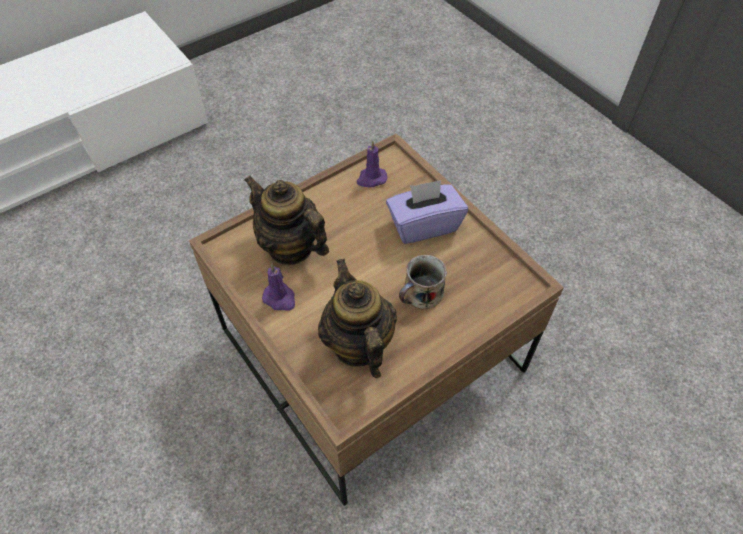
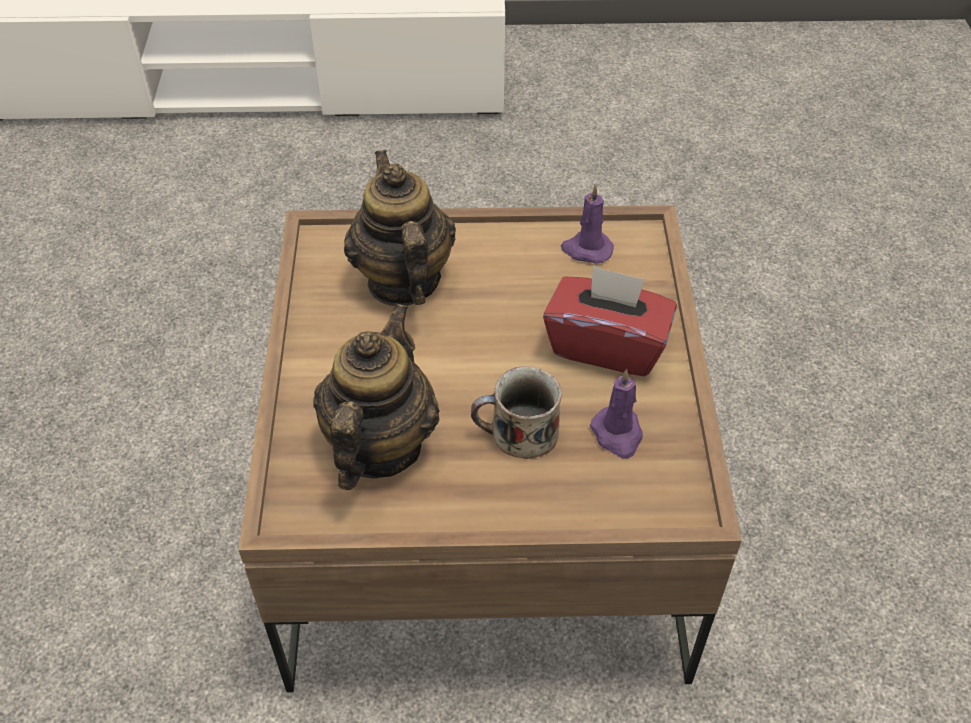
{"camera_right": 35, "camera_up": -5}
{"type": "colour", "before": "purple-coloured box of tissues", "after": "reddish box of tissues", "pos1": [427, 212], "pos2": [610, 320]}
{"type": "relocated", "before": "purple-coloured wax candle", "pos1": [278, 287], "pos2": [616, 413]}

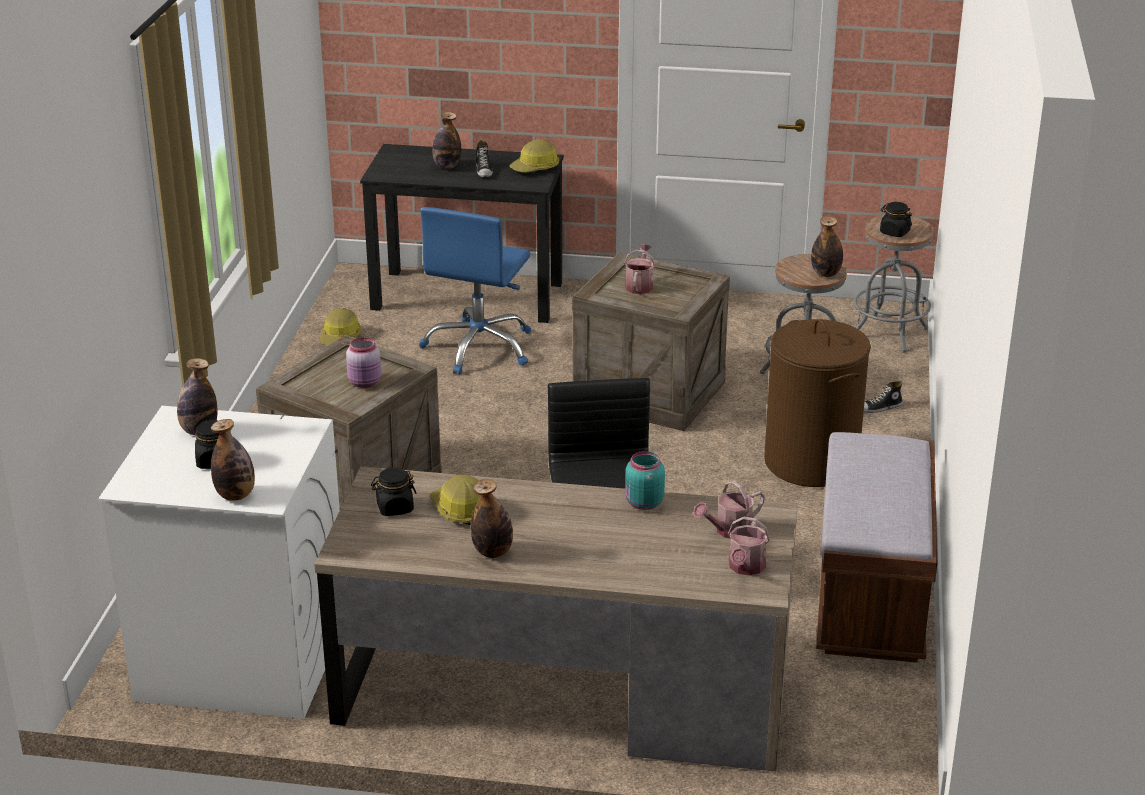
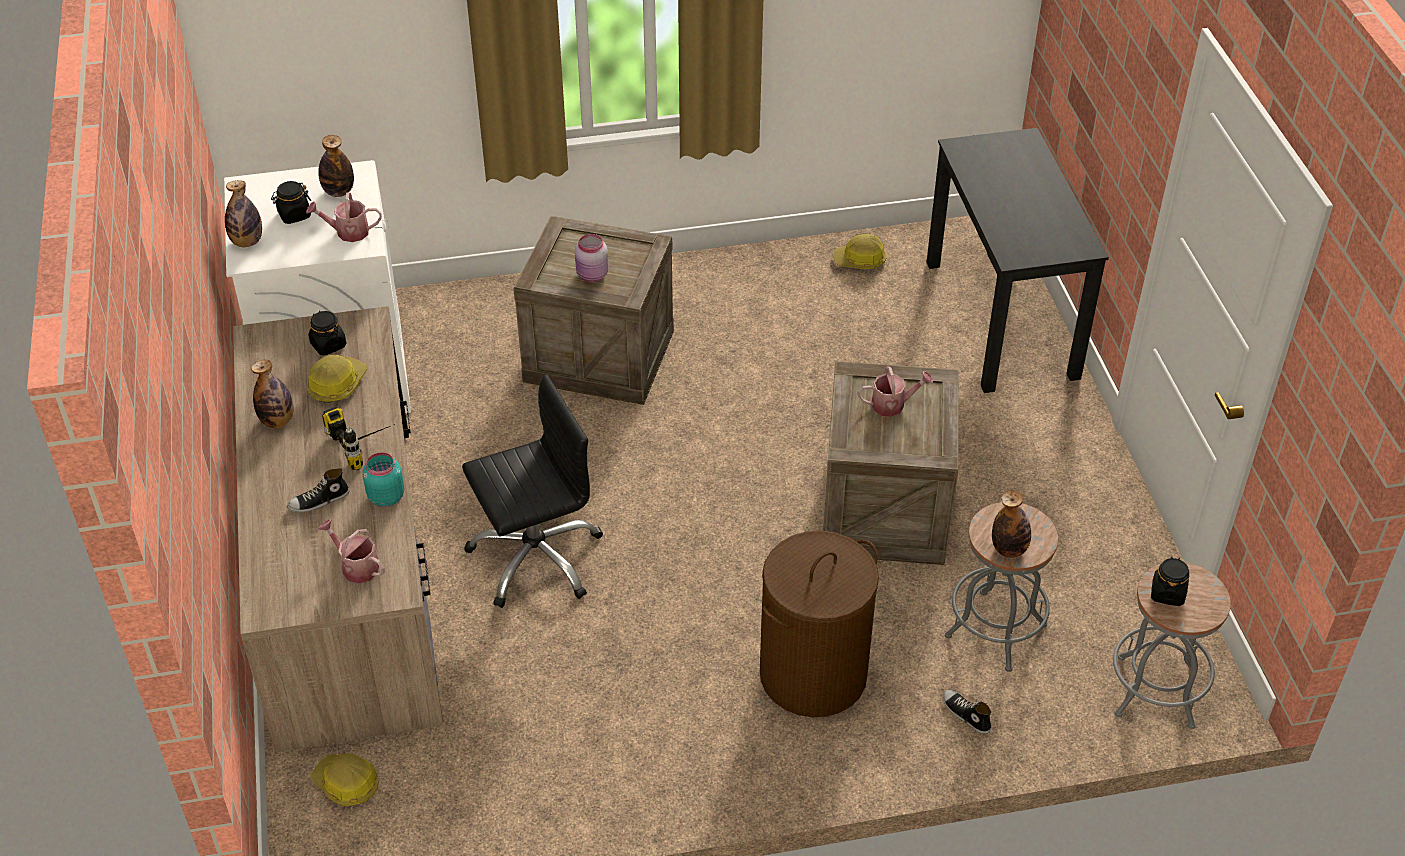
{"camera_right": 70, "camera_up": 15}
{"type": "missing", "before": "beverage bottle", "pos1": [446, 140]}
{"type": "relocated", "before": "safety helmet", "pos1": [534, 156], "pos2": [345, 779]}
{"type": "relocated", "before": "shoe", "pos1": [484, 158], "pos2": [318, 490]}
{"type": "missing", "before": "bluish desk chair", "pos1": [475, 291]}
{"type": "missing", "before": "brown-coloured indoor bench", "pos1": [876, 547]}
{"type": "relocated", "before": "watering can", "pos1": [749, 546], "pos2": [344, 217]}
{"type": "appeared", "after": "drill", "pos2": [358, 438]}

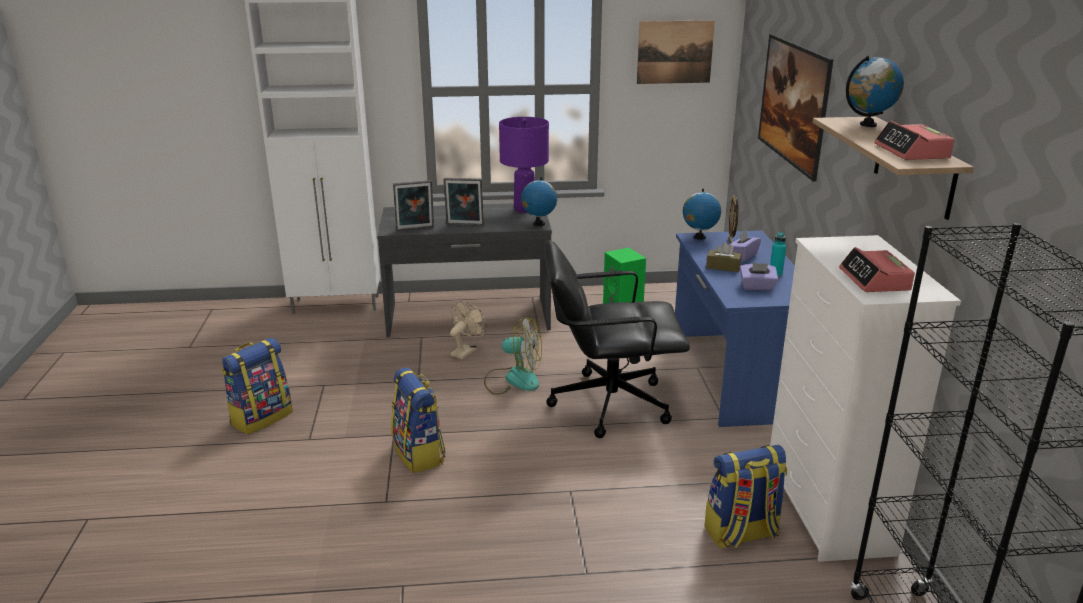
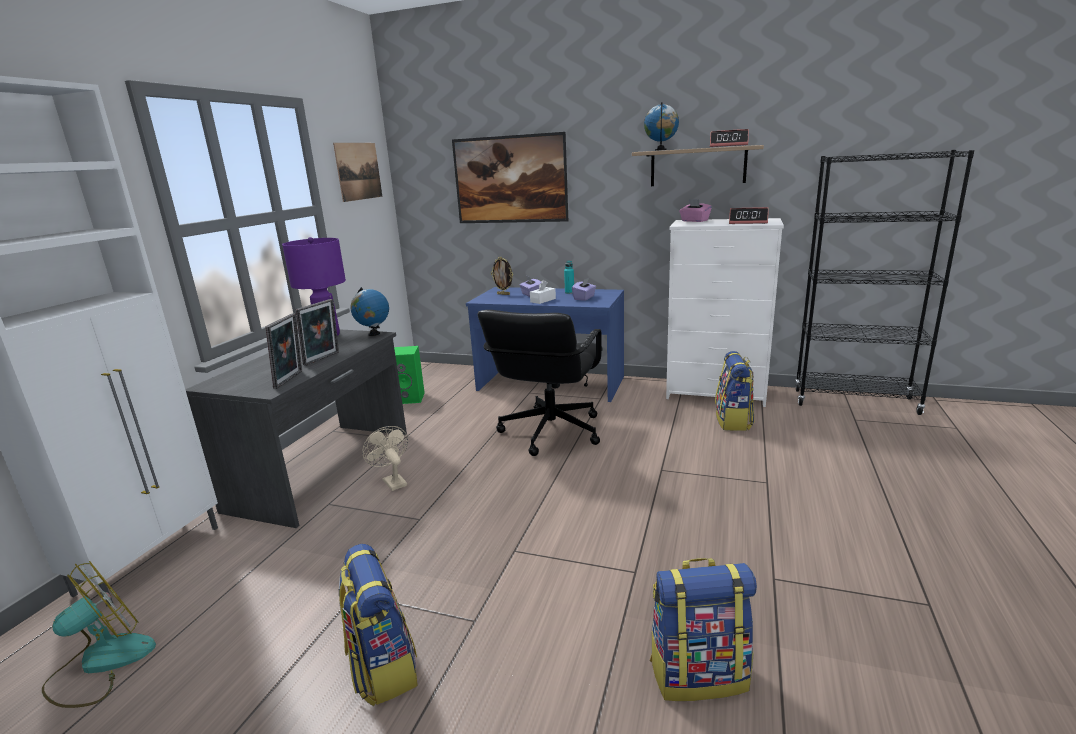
{"camera_right": -65, "camera_up": -5}
{"type": "missing", "before": "world globe", "pos1": [702, 214]}
{"type": "colour", "before": "brown-coloured box of tissues", "after": "whitish box of tissues", "pos1": [724, 257], "pos2": [543, 292]}
{"type": "relocated", "before": "cooling fan", "pos1": [513, 355], "pos2": [99, 634]}
{"type": "relocated", "before": "rucksack", "pos1": [418, 420], "pos2": [703, 629]}
{"type": "appeared", "after": "pinkish box of tissues", "pos2": [695, 210]}

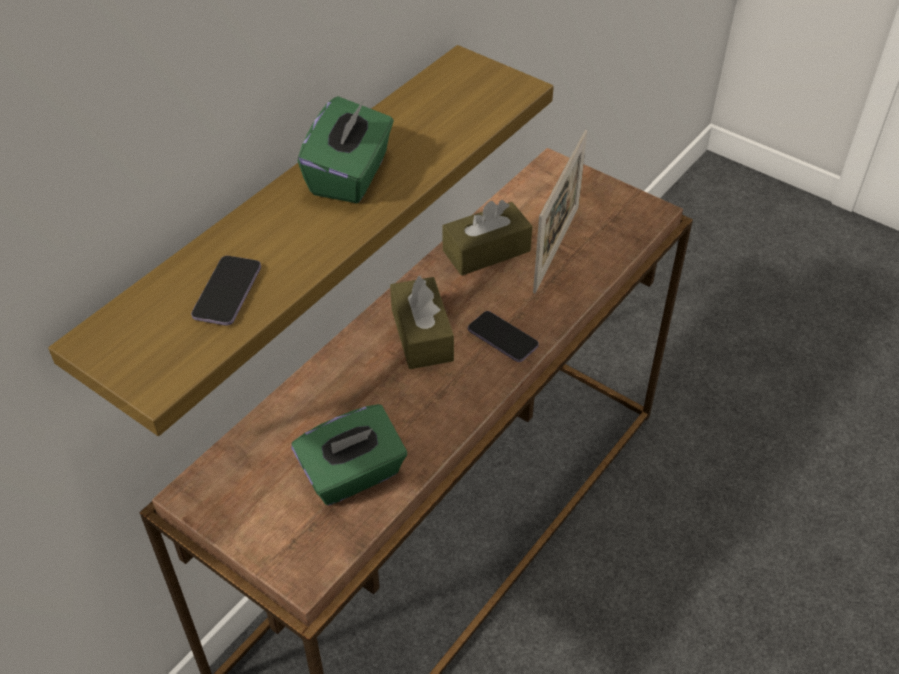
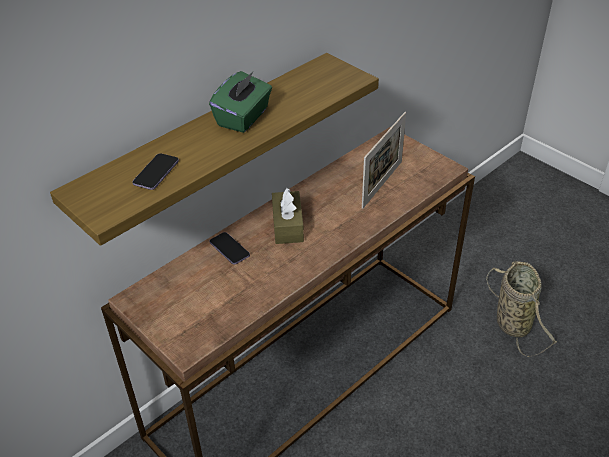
{"camera_right": 10, "camera_up": -5}
{"type": "missing", "before": "brown-coloured box of tissues", "pos1": [488, 238]}
{"type": "relocated", "before": "telephone", "pos1": [503, 336], "pos2": [230, 248]}
{"type": "missing", "before": "greenish box of tissues", "pos1": [349, 454]}
{"type": "appeared", "after": "basket", "pos2": [521, 309]}

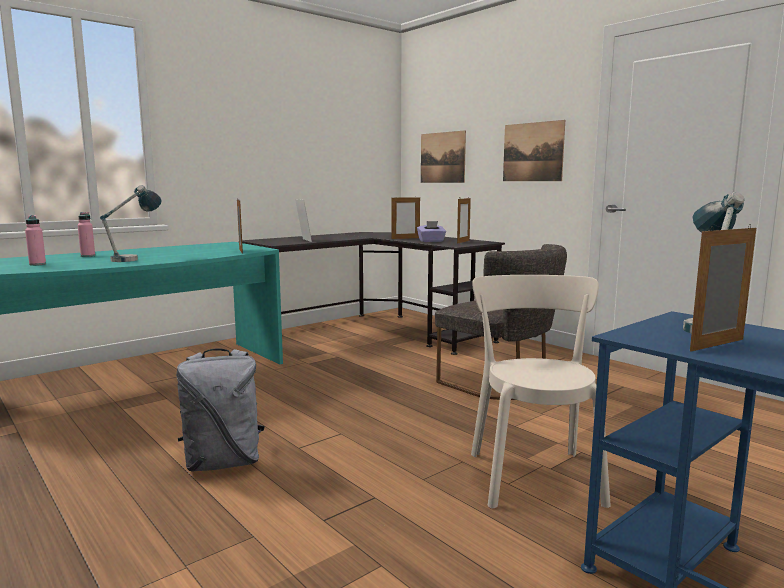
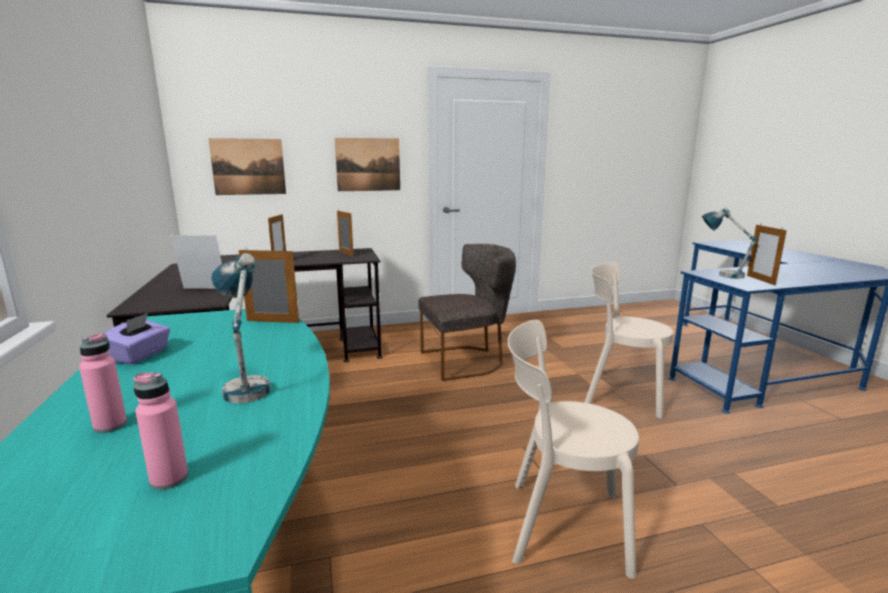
{"camera_right": -65, "camera_up": 5}
{"type": "relocated", "before": "purple-coloured box of tissues", "pos1": [431, 231], "pos2": [137, 339]}
{"type": "exchanged", "before": "gray rucksack", "after": "beige upright chair", "pos1": [220, 409], "pos2": [573, 449]}

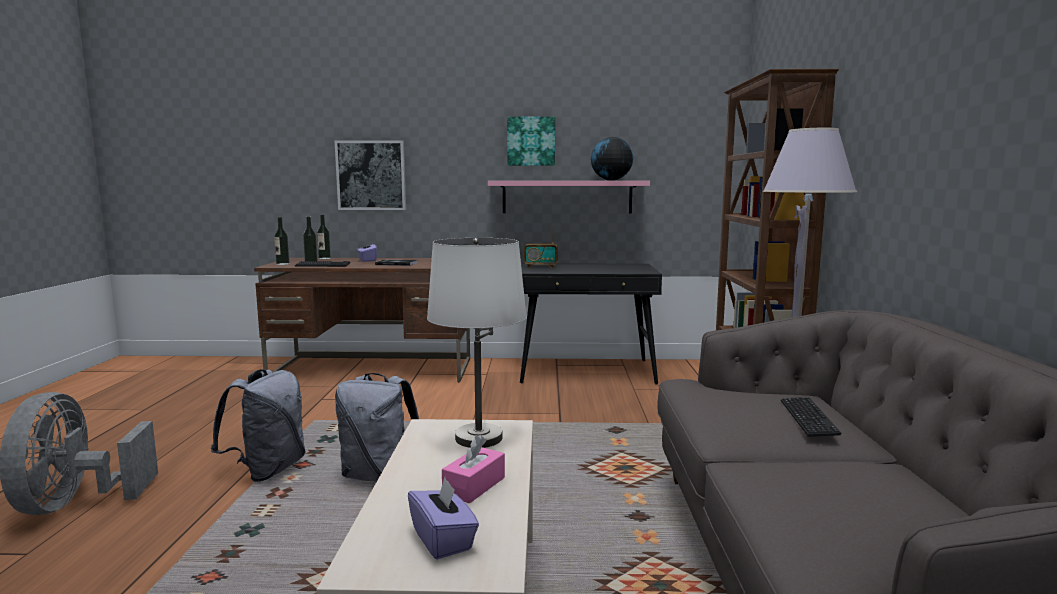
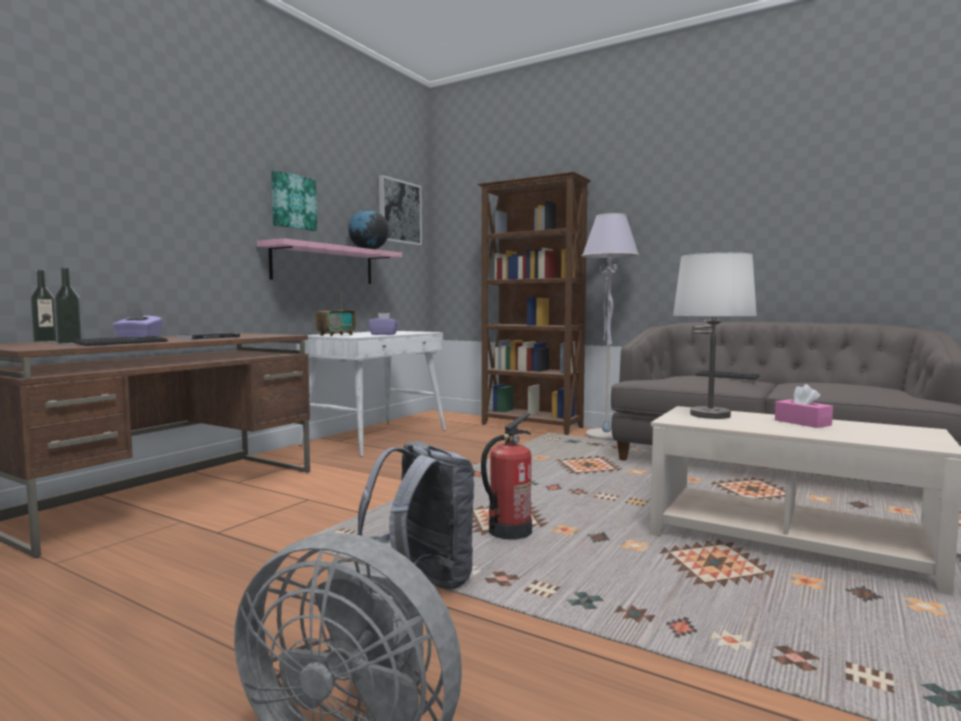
{"camera_right": -60, "camera_up": -5}
{"type": "relocated", "before": "wall picture", "pos1": [370, 175], "pos2": [400, 210]}
{"type": "missing", "before": "beverage bottle", "pos1": [282, 241]}
{"type": "colour", "before": "blackish desk unit", "after": "whitish desk unit", "pos1": [591, 324], "pos2": [371, 394]}
{"type": "exchanged", "before": "gray rucksack", "after": "extinguisher", "pos1": [377, 427], "pos2": [506, 476]}
{"type": "relocated", "before": "purple-coloured box of tissues", "pos1": [443, 518], "pos2": [383, 324]}

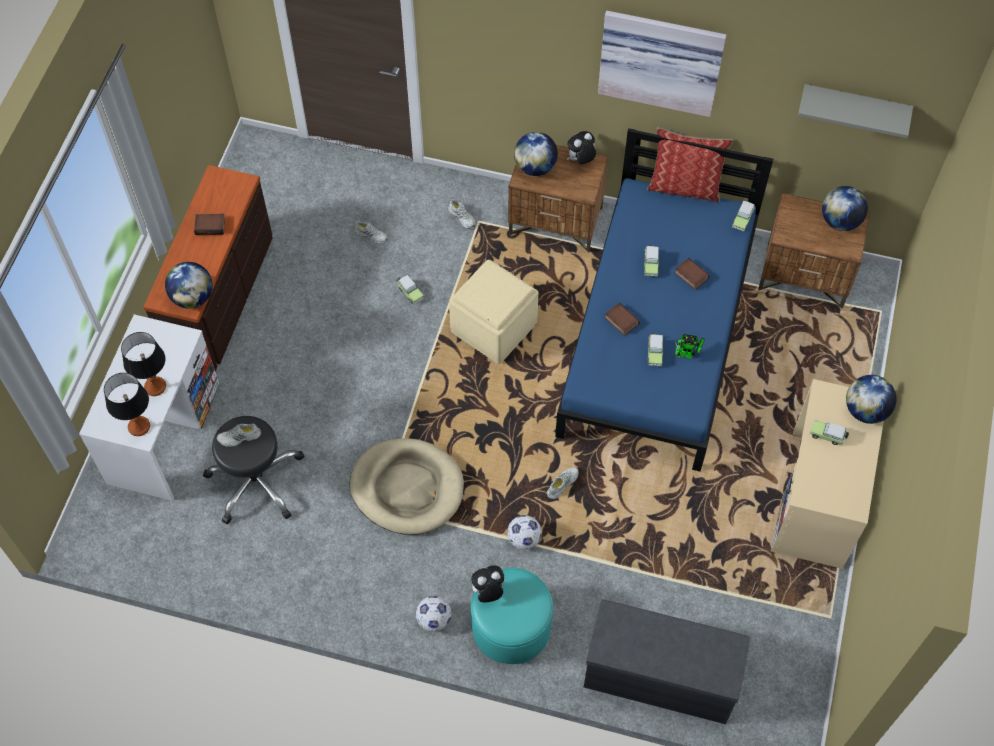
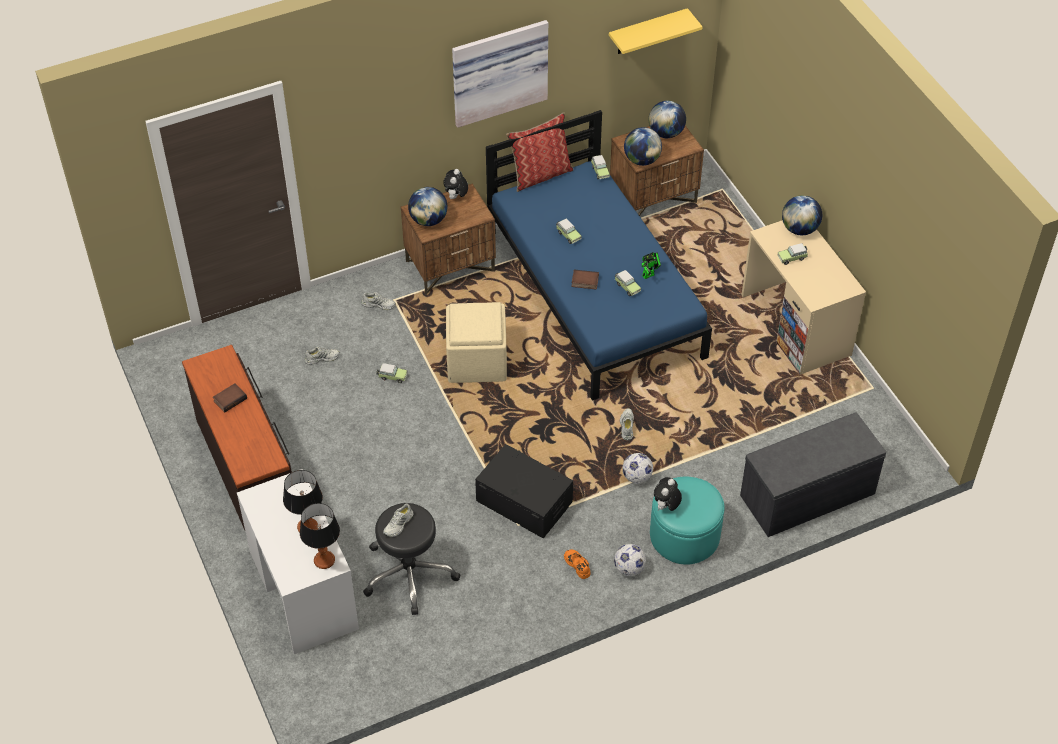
{"camera_right": -40, "camera_up": -10}
{"type": "colour", "before": "gray wall shelf", "after": "yellow wall shelf", "pos1": [855, 111], "pos2": [656, 31]}
{"type": "missing", "before": "book", "pos1": [692, 273]}
{"type": "relocated", "before": "world globe", "pos1": [189, 285], "pos2": [643, 146]}
{"type": "exchanged", "before": "beige dog bed", "after": "blackish storage box", "pos1": [407, 486], "pos2": [524, 491]}
{"type": "appeared", "after": "orange shoe", "pos2": [577, 564]}

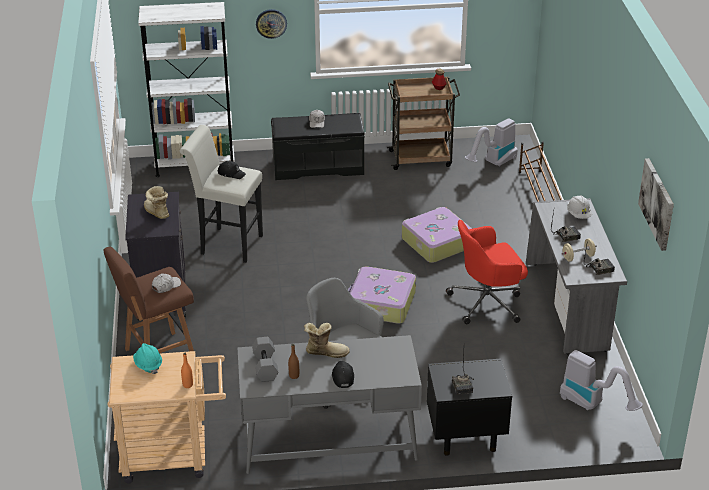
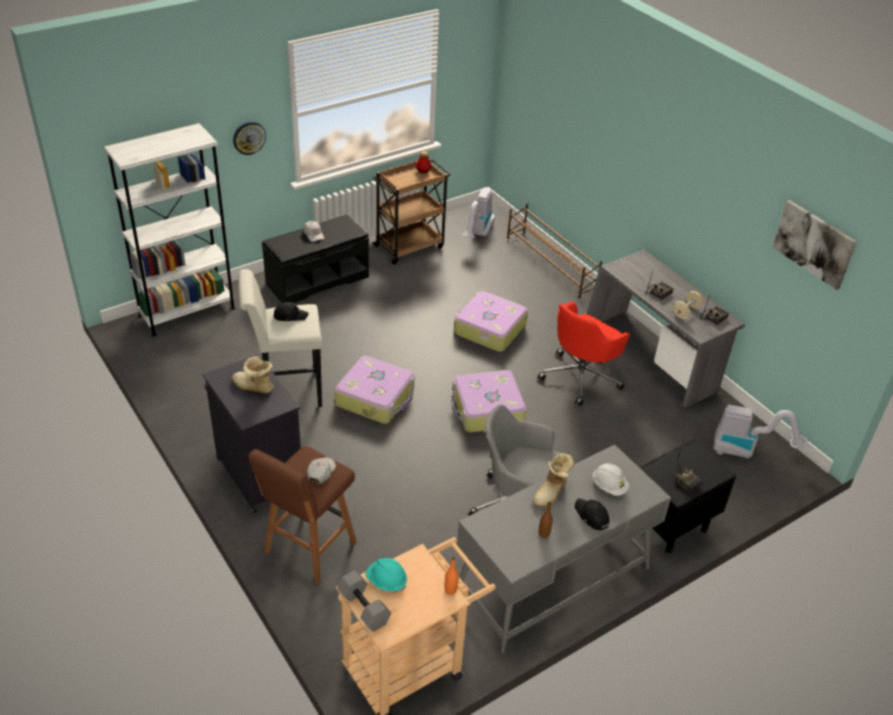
{"camera_right": -30, "camera_up": 5}
{"type": "relocated", "before": "whitish safety helmet", "pos1": [579, 207], "pos2": [611, 479]}
{"type": "spun", "before": "high-top boot", "pos1": [327, 340], "pos2": [553, 480], "turn": 150}
{"type": "relocated", "before": "gray free weight", "pos1": [265, 359], "pos2": [364, 600]}
{"type": "appeared", "after": "travel case", "pos2": [375, 390]}

